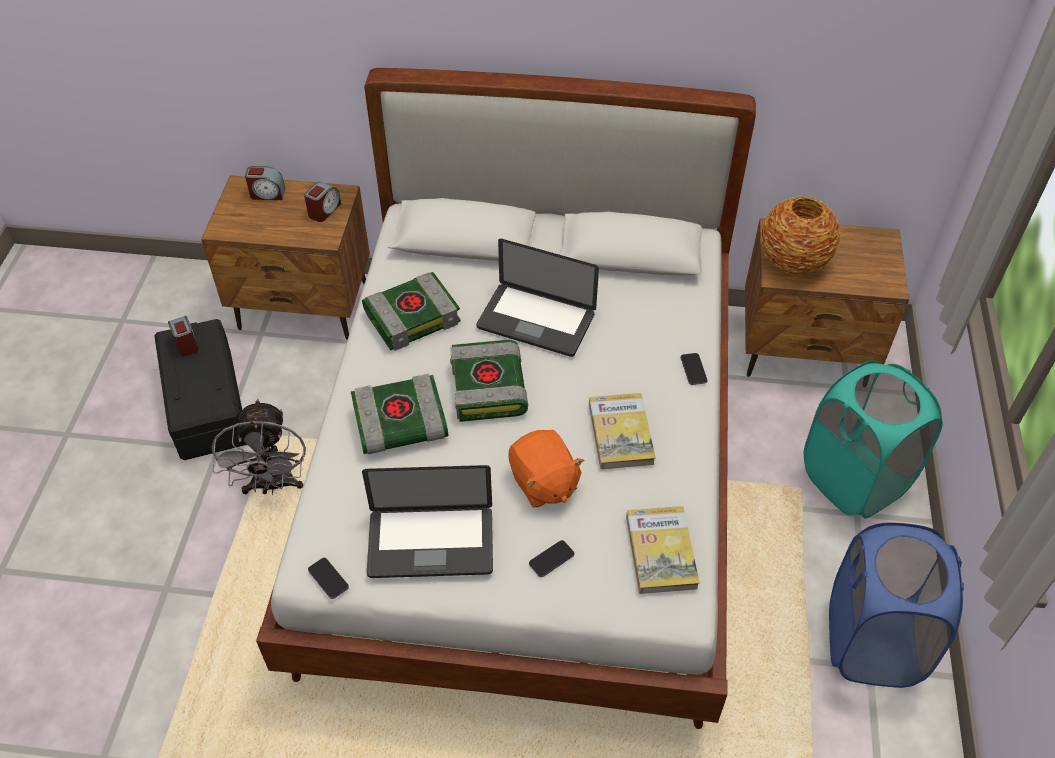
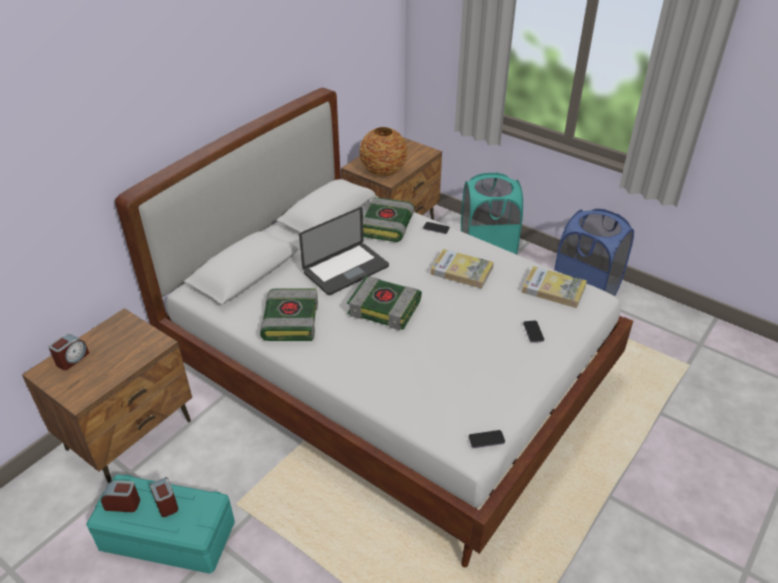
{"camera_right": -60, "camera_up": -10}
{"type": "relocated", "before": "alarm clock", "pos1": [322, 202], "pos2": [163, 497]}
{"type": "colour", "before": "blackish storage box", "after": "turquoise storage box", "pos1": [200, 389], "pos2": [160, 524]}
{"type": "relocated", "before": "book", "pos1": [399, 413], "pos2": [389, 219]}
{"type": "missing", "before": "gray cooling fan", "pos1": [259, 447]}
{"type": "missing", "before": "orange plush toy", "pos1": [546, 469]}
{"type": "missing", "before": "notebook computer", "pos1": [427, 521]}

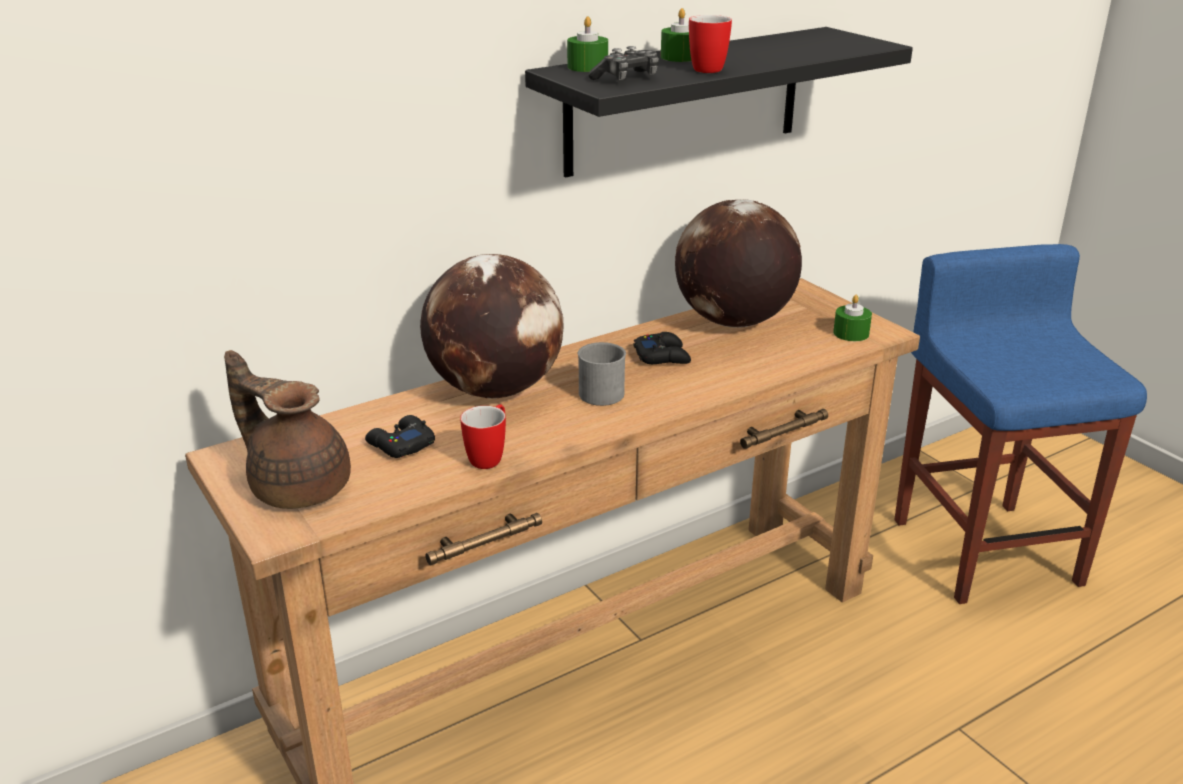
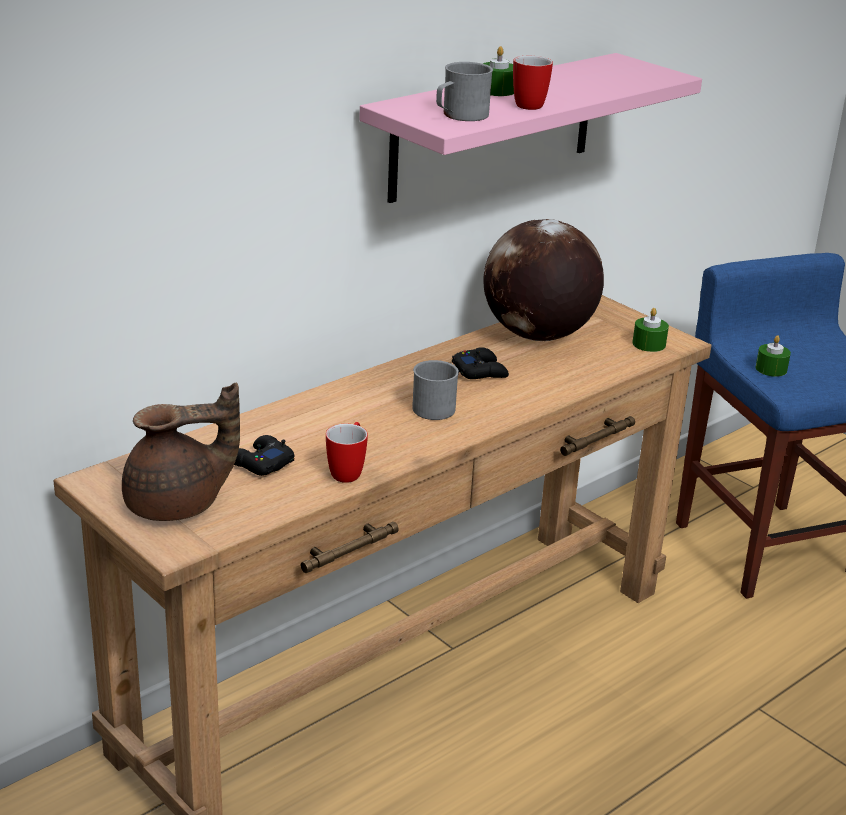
{"camera_right": -10, "camera_up": 0}
{"type": "relocated", "before": "greenish wax candle", "pos1": [587, 44], "pos2": [773, 356]}
{"type": "colour", "before": "blackish wall shelf", "after": "pinkish wall shelf", "pos1": [719, 102], "pos2": [530, 128]}
{"type": "exchanged", "before": "gamepad", "after": "gray coffee mug", "pos1": [623, 63], "pos2": [464, 91]}
{"type": "missing", "before": "world globe", "pos1": [492, 326]}
{"type": "spun", "before": "brown-coloured pot for tea", "pos1": [287, 429], "pos2": [181, 452], "turn": 135}

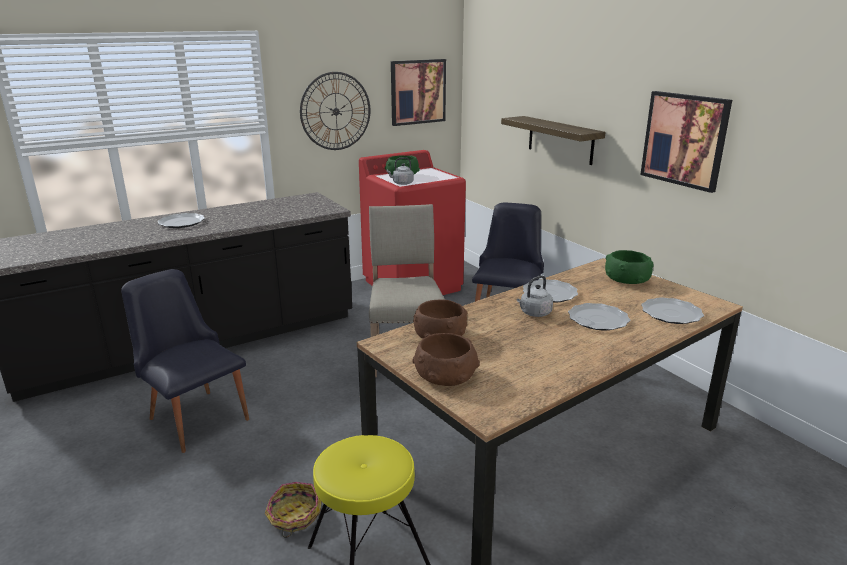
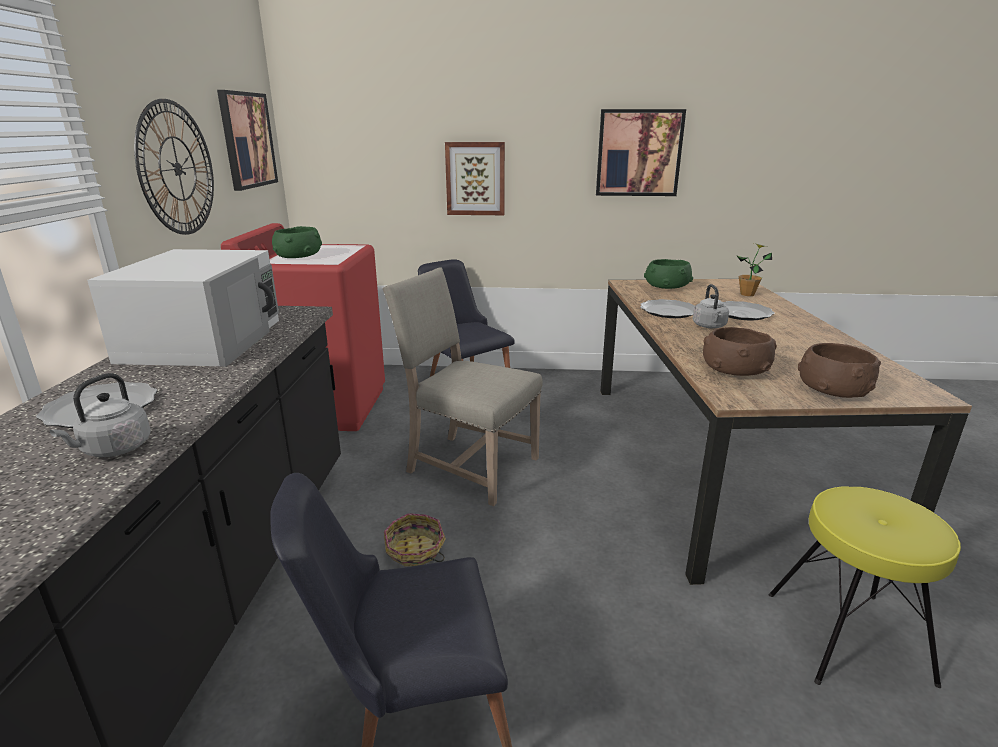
{"camera_right": -55, "camera_up": 0}
{"type": "exchanged", "before": "wall shelf", "after": "wall picture", "pos1": [553, 140], "pos2": [475, 178]}
{"type": "relocated", "before": "gray kettle", "pos1": [400, 171], "pos2": [100, 415]}
{"type": "exchanged", "before": "flat dish", "after": "houseplant", "pos1": [672, 310], "pos2": [754, 269]}
{"type": "relocated", "before": "basket", "pos1": [293, 510], "pos2": [415, 539]}
{"type": "appeared", "after": "whitish kitchen microwave", "pos2": [183, 308]}

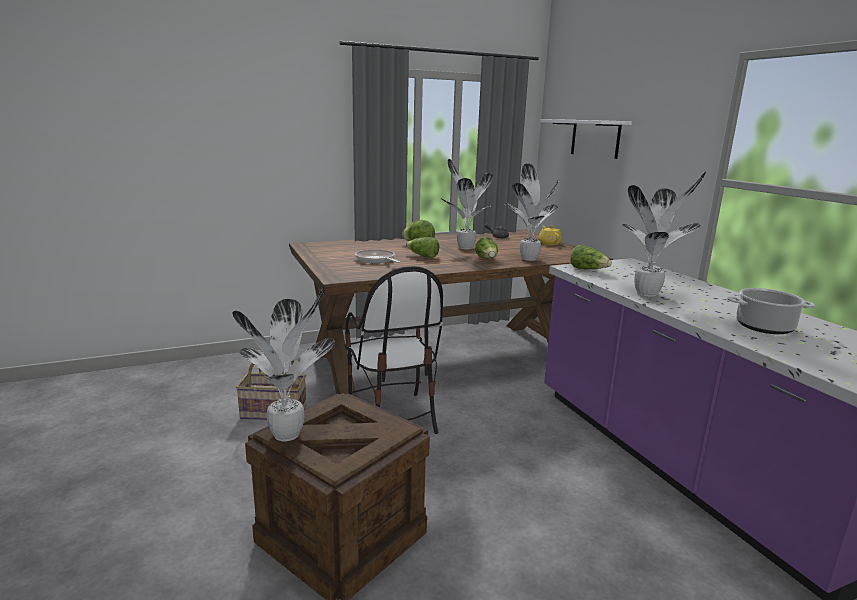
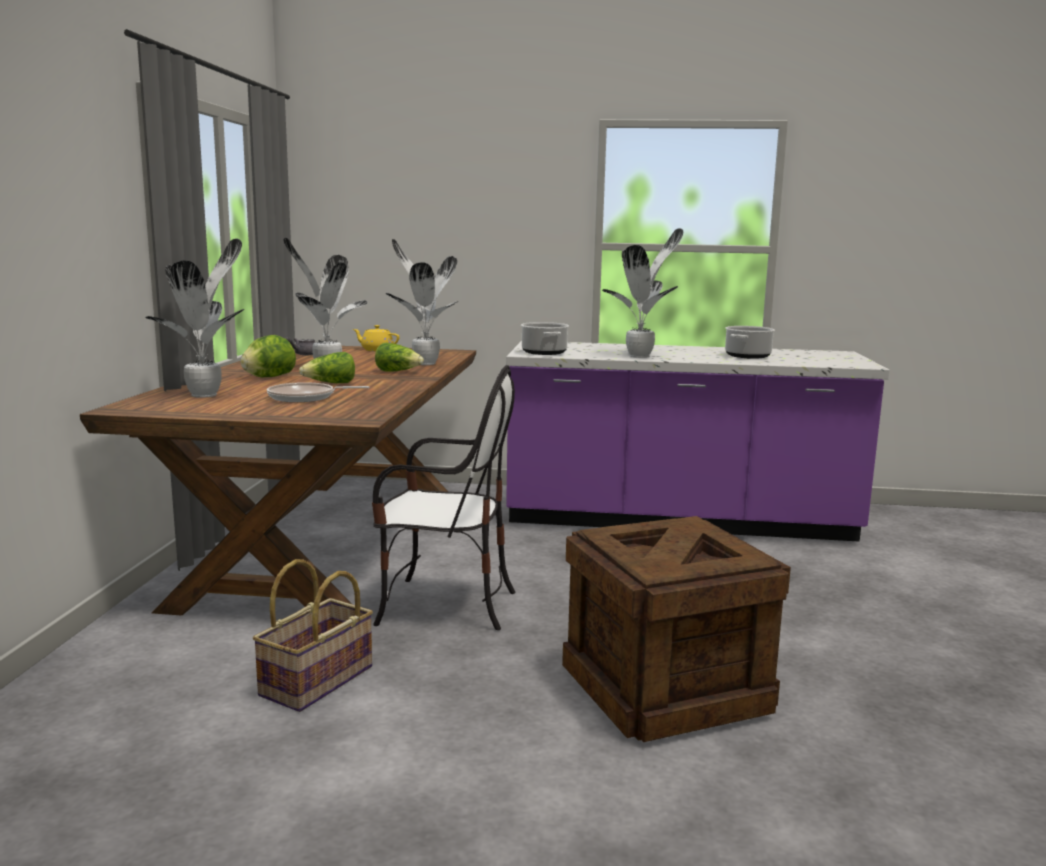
{"camera_right": -60, "camera_up": -5}
{"type": "missing", "before": "whitish wall shelf", "pos1": [586, 139]}
{"type": "exchanged", "before": "head of lettuce", "after": "stockpot", "pos1": [591, 257], "pos2": [545, 338]}
{"type": "relocated", "before": "houseplant", "pos1": [283, 364], "pos2": [194, 318]}

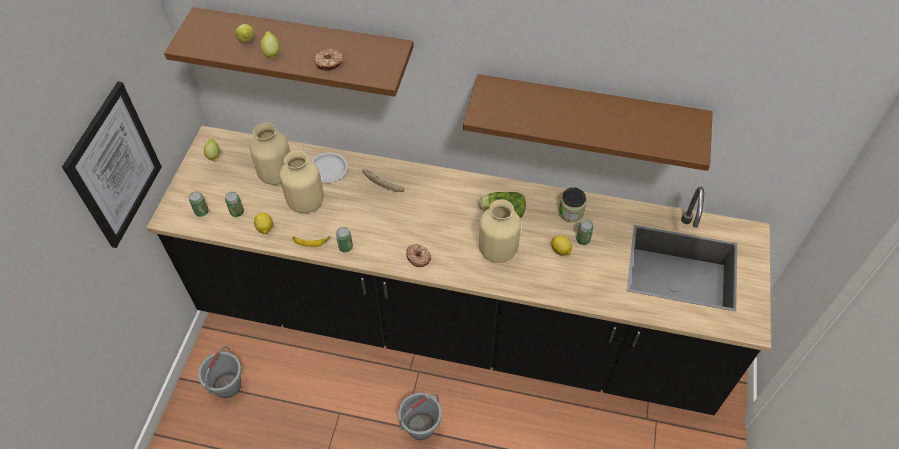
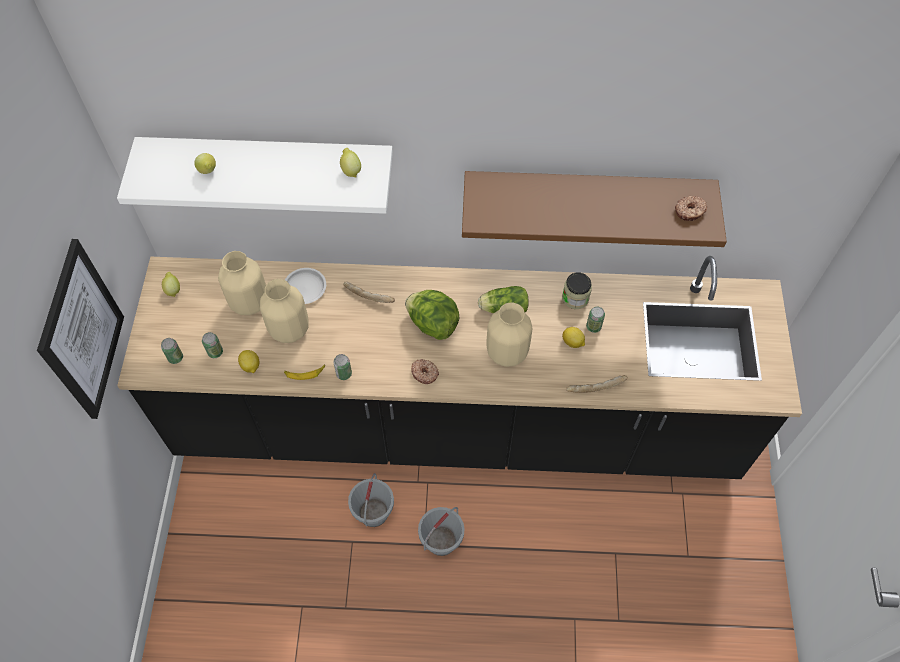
{"camera_right": -10, "camera_up": 5}
{"type": "colour", "before": "brown-coloured wall shelf", "after": "whitish wall shelf", "pos1": [289, 52], "pos2": [255, 175]}
{"type": "relocated", "before": "citrus fruit", "pos1": [270, 45], "pos2": [350, 162]}
{"type": "relocated", "before": "ring doughnut", "pos1": [329, 60], "pos2": [691, 208]}
{"type": "relocated", "before": "gray water bucket", "pos1": [220, 372], "pos2": [371, 500]}
{"type": "appeared", "after": "head of lettuce", "pos2": [432, 315]}
{"type": "appeared", "after": "bread", "pos2": [597, 384]}

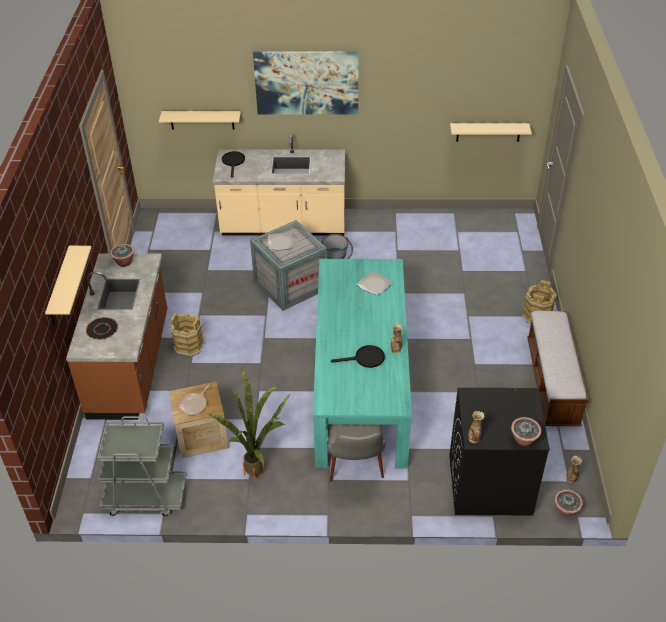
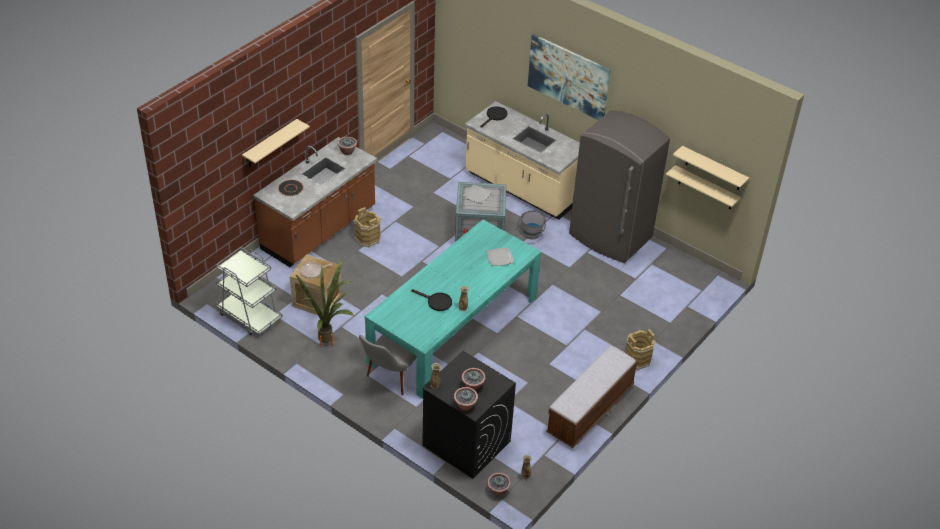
{"camera_right": 35, "camera_up": 0}
{"type": "relocated", "before": "beige wall shelf", "pos1": [200, 120], "pos2": [711, 168]}
{"type": "appeared", "after": "gray kitchen fridge", "pos2": [619, 186]}
{"type": "appeared", "after": "houseplant", "pos2": [474, 379]}

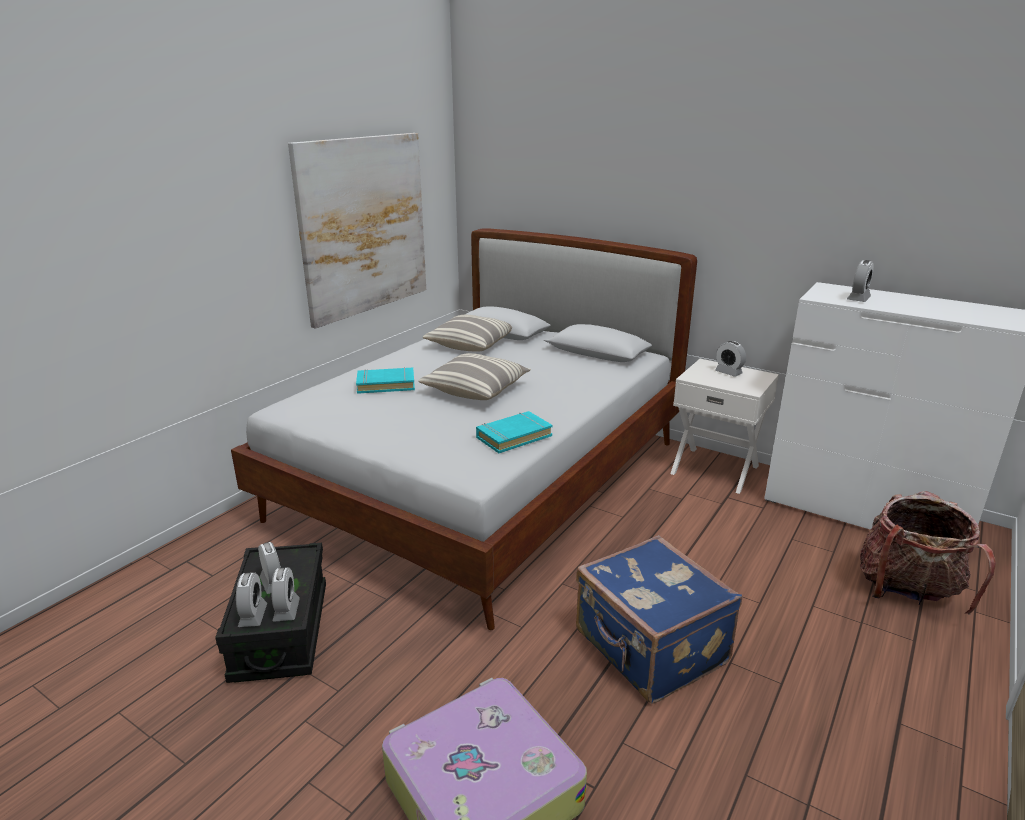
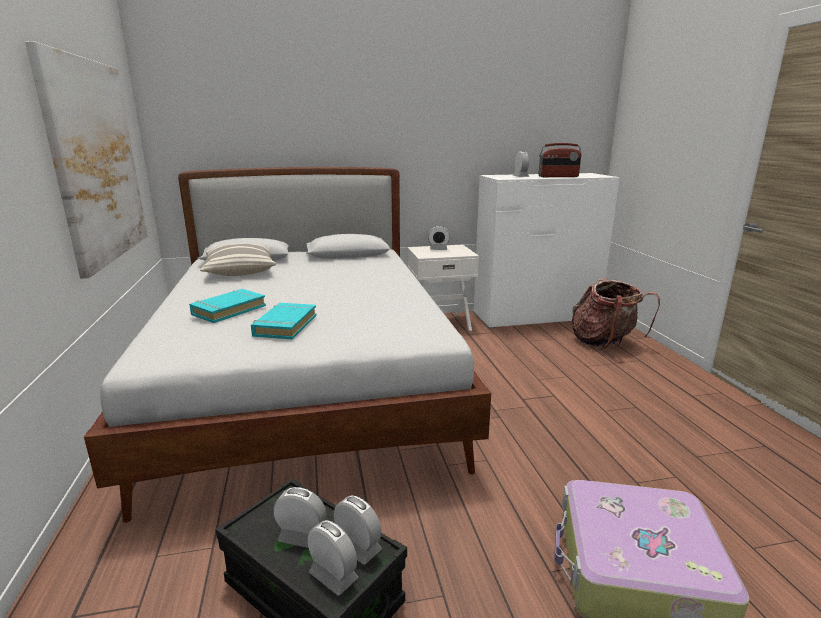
{"camera_right": -45, "camera_up": -5}
{"type": "missing", "before": "cushion", "pos1": [474, 376]}
{"type": "relocated", "before": "turquoise book", "pos1": [514, 432], "pos2": [284, 321]}
{"type": "missing", "before": "bluish travel case", "pos1": [659, 619]}
{"type": "appeared", "after": "radio set", "pos2": [560, 160]}

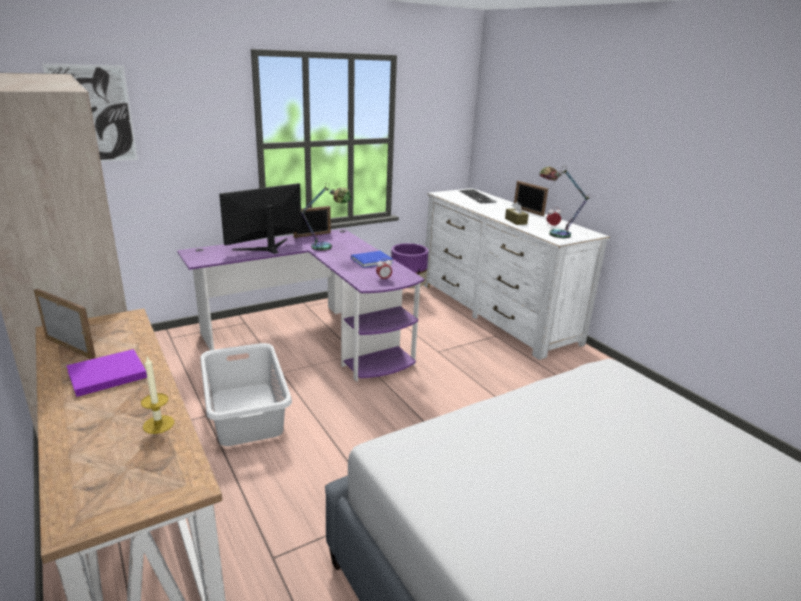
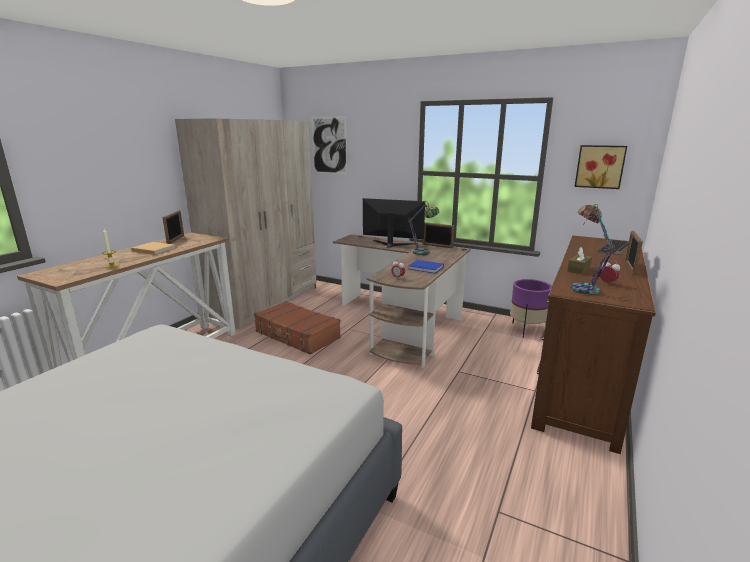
{"camera_right": 60, "camera_up": -5}
{"type": "colour", "before": "whitish dresser", "after": "brown-coloured dresser", "pos1": [516, 274], "pos2": [593, 345]}
{"type": "colour", "before": "purple-coloured desk unit", "after": "brown-coloured desk unit", "pos1": [301, 305], "pos2": [402, 301]}
{"type": "exchanged", "before": "gray washing basket", "after": "brown-coloured travel case", "pos1": [246, 394], "pos2": [297, 328]}
{"type": "colour", "before": "purple-coloured book", "after": "beige book", "pos1": [106, 373], "pos2": [153, 248]}
{"type": "appeared", "after": "wall picture", "pos2": [601, 167]}

